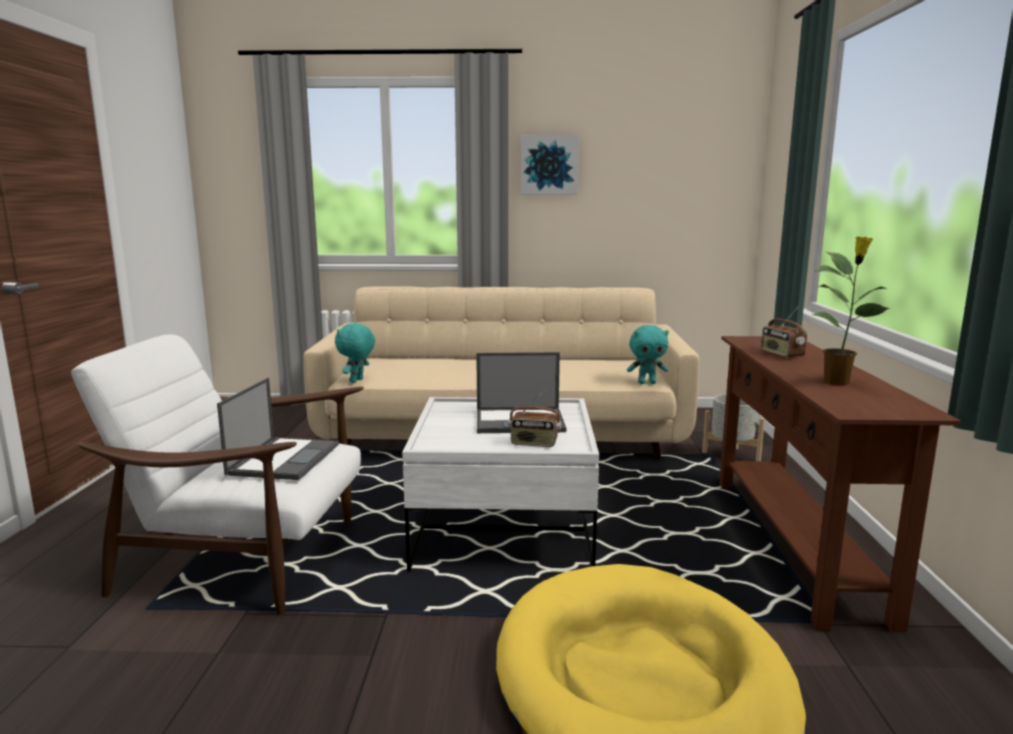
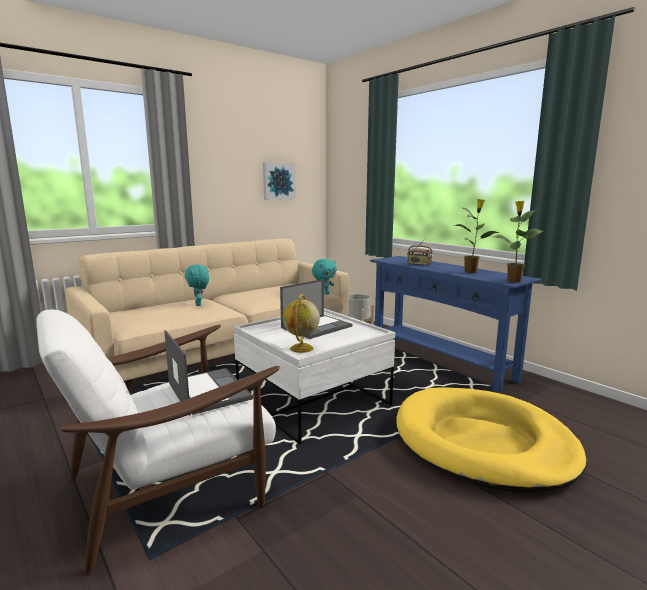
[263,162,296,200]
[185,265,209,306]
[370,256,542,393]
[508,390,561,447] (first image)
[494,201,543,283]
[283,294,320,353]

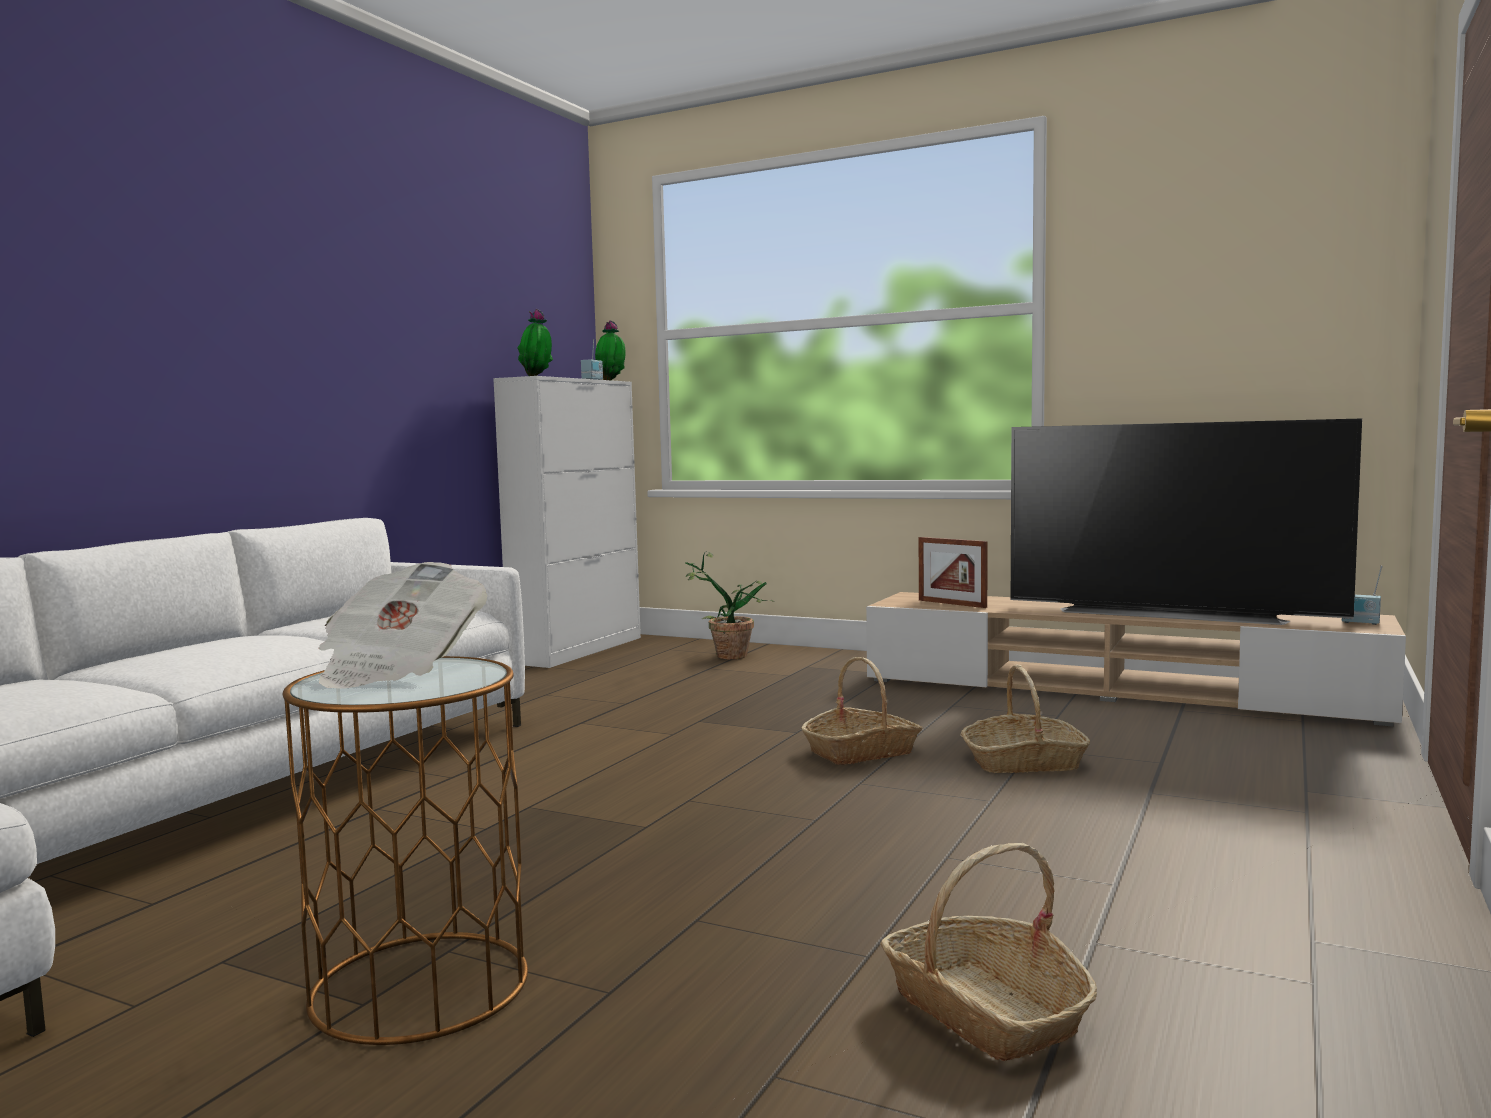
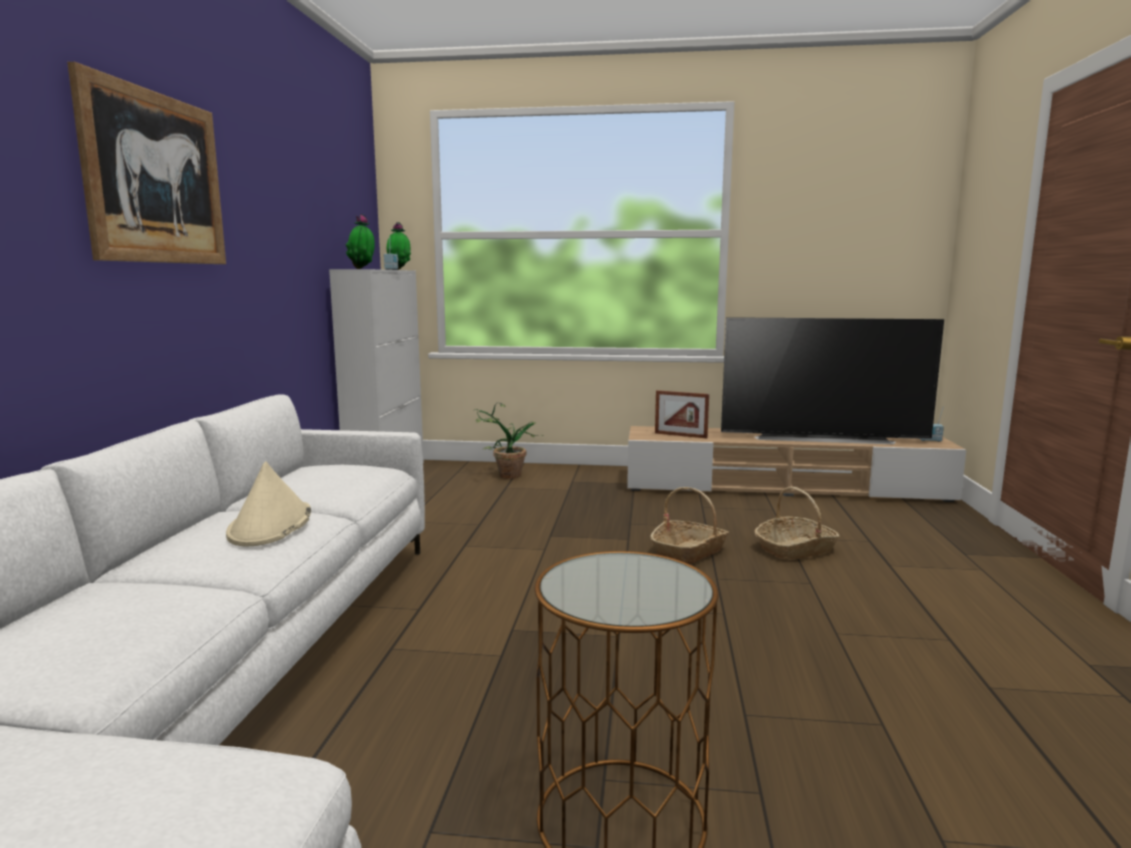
[318,562,488,689] (first image)
[880,843,1097,1061] (first image)
[67,62,226,264]
[226,461,311,546]

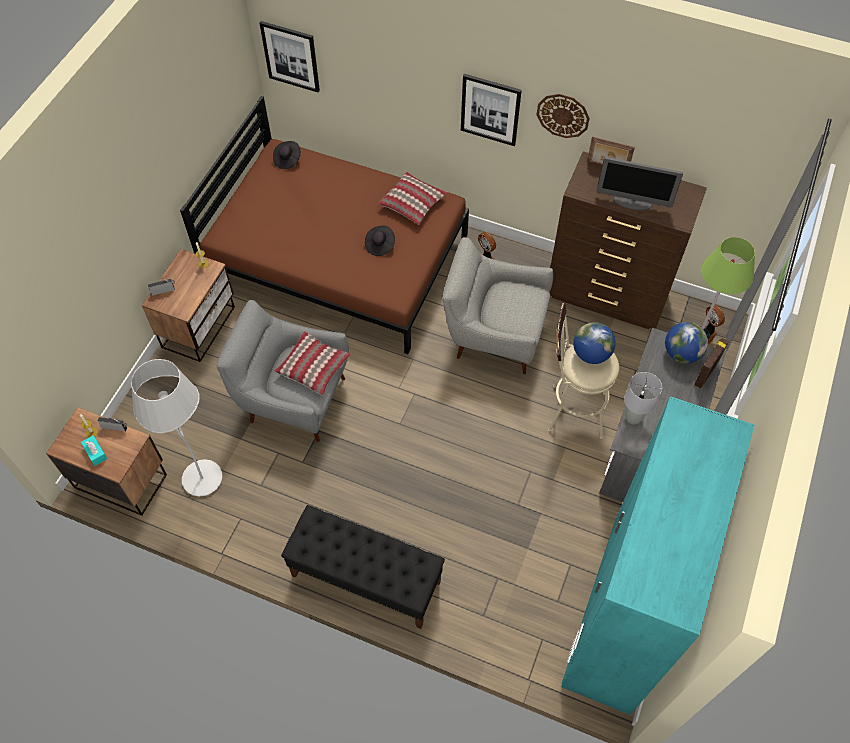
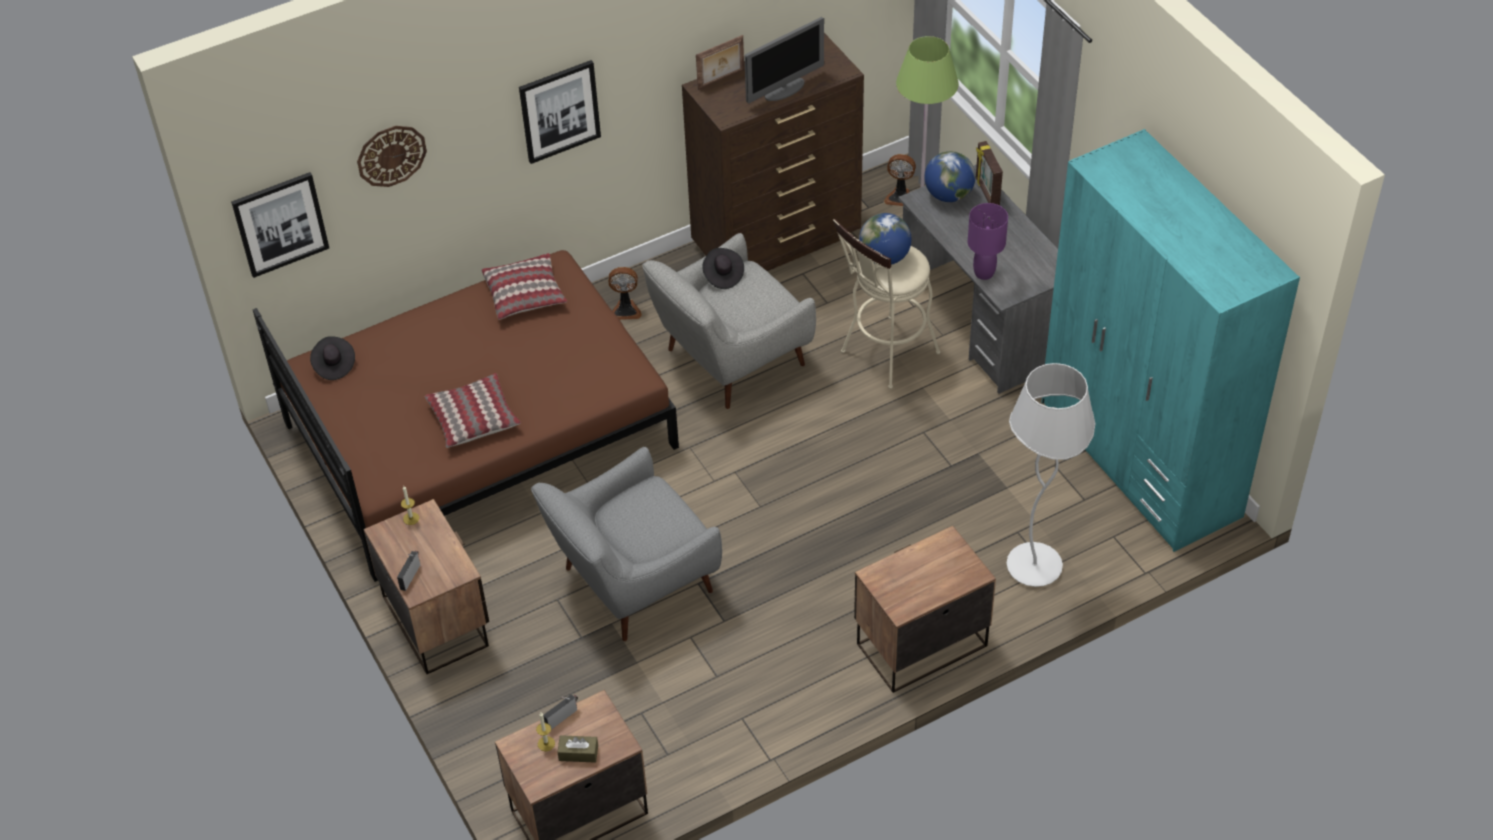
[357,126,427,187]
[702,248,744,289]
[425,373,521,448]
[1006,363,1095,587]
[968,203,1008,280]
[558,735,598,763]
[854,526,996,693]

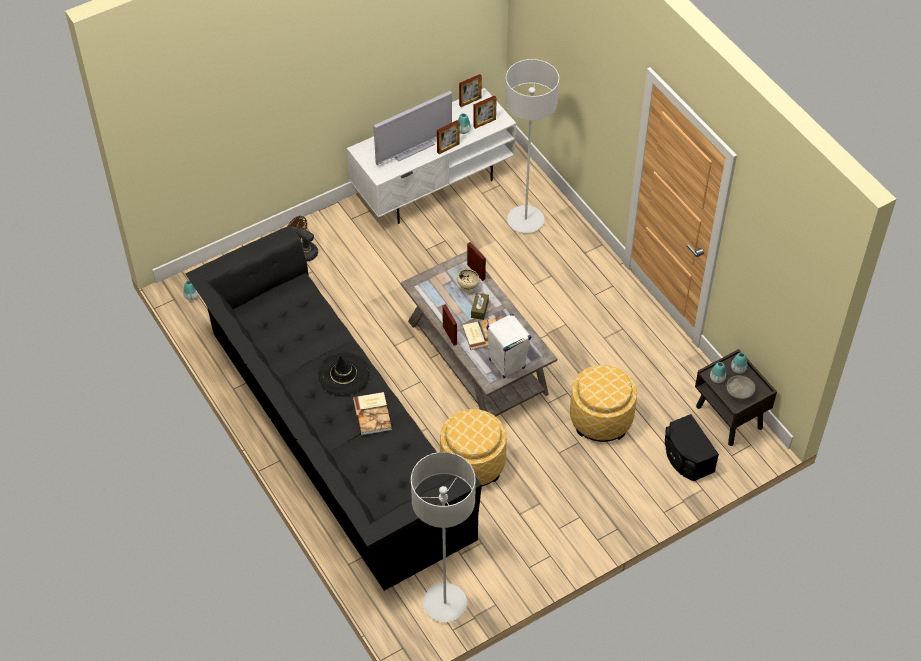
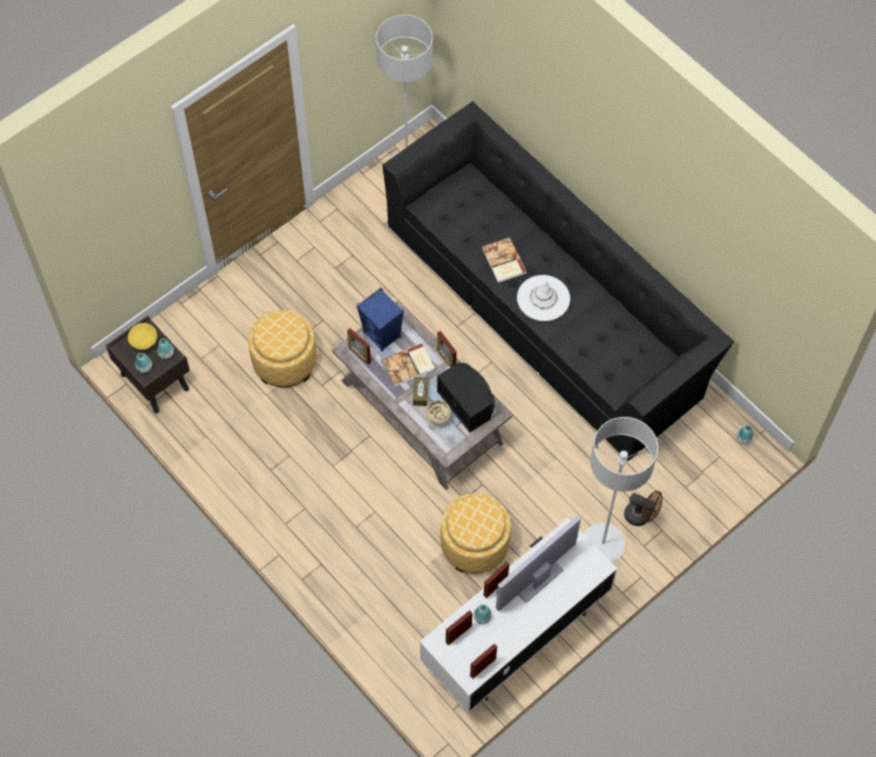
[584,417,658,562]
[347,328,371,365]
[356,288,404,351]
[517,275,570,321]
[128,323,157,350]
[440,493,511,574]
[437,363,495,432]

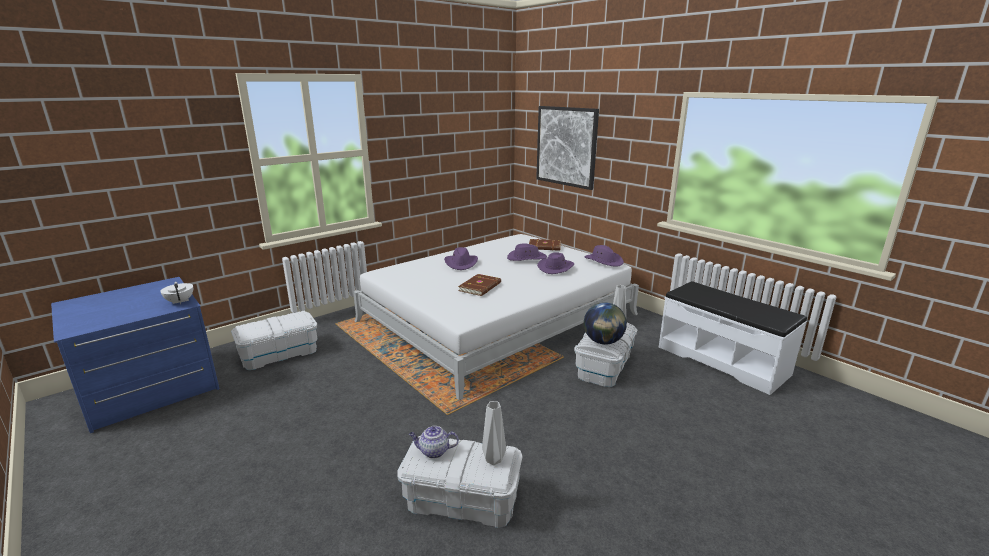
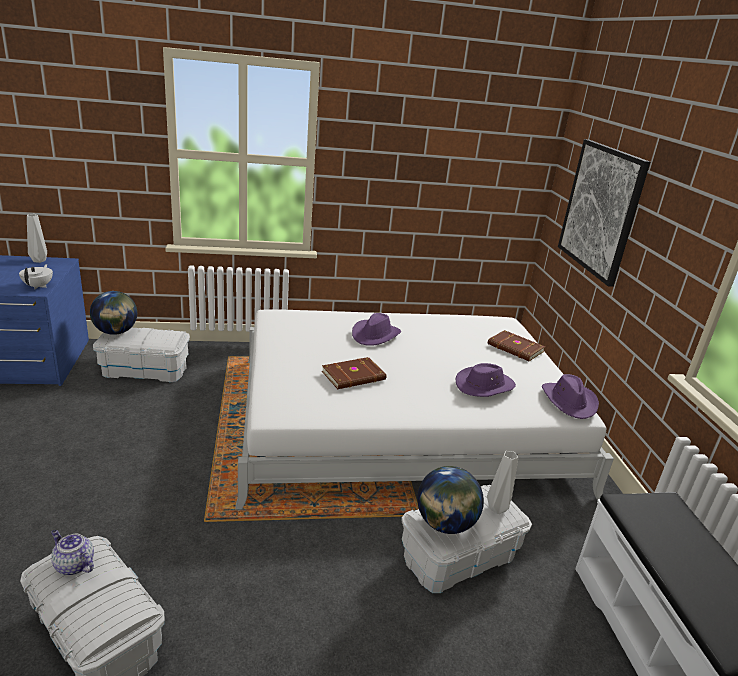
[507,243,547,261] (first image)
[27,214,47,263]
[90,291,137,335]

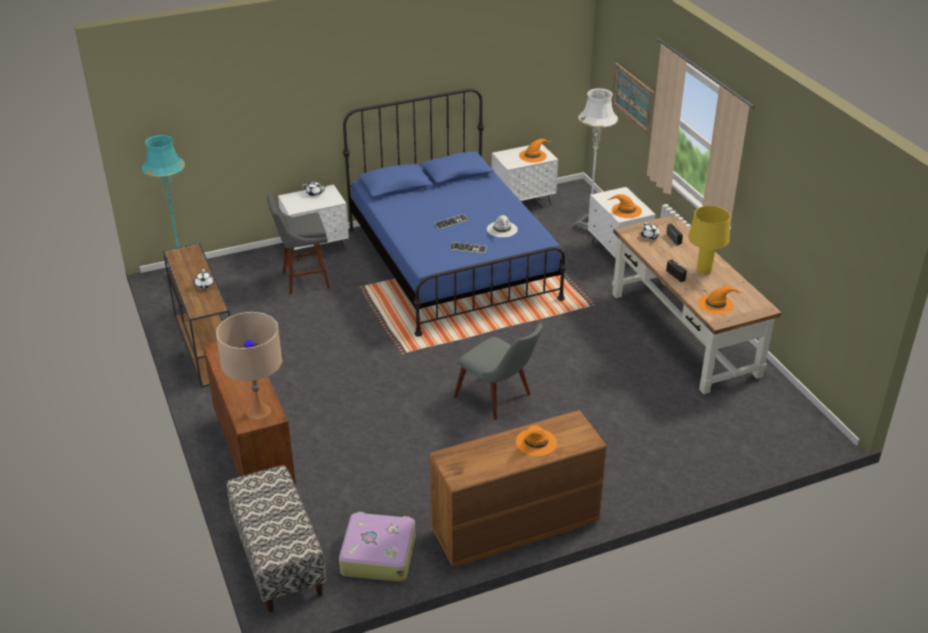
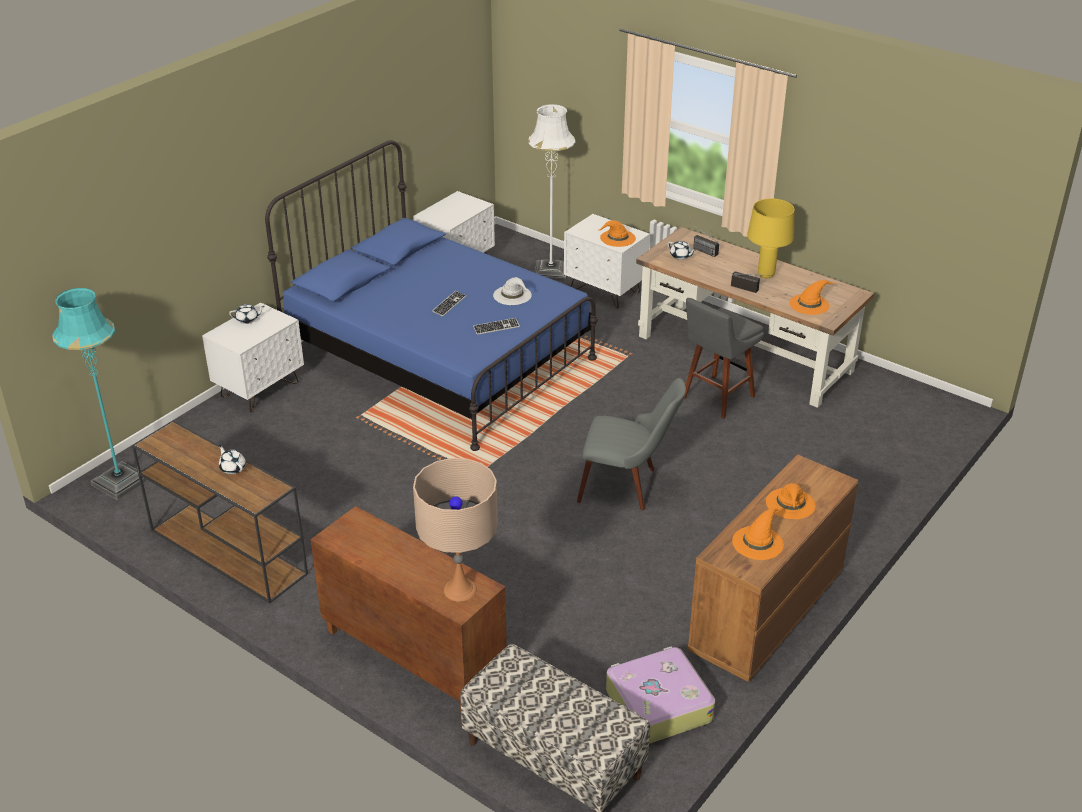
[612,63,654,135] (first image)
[732,506,784,560]
[684,298,764,419]

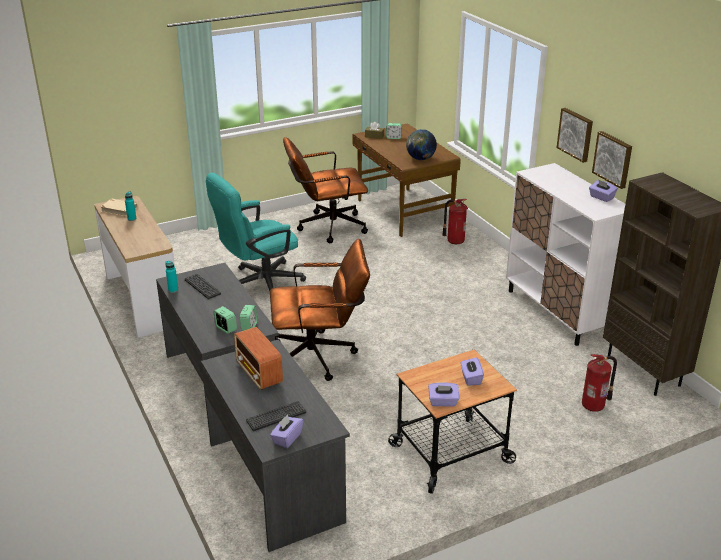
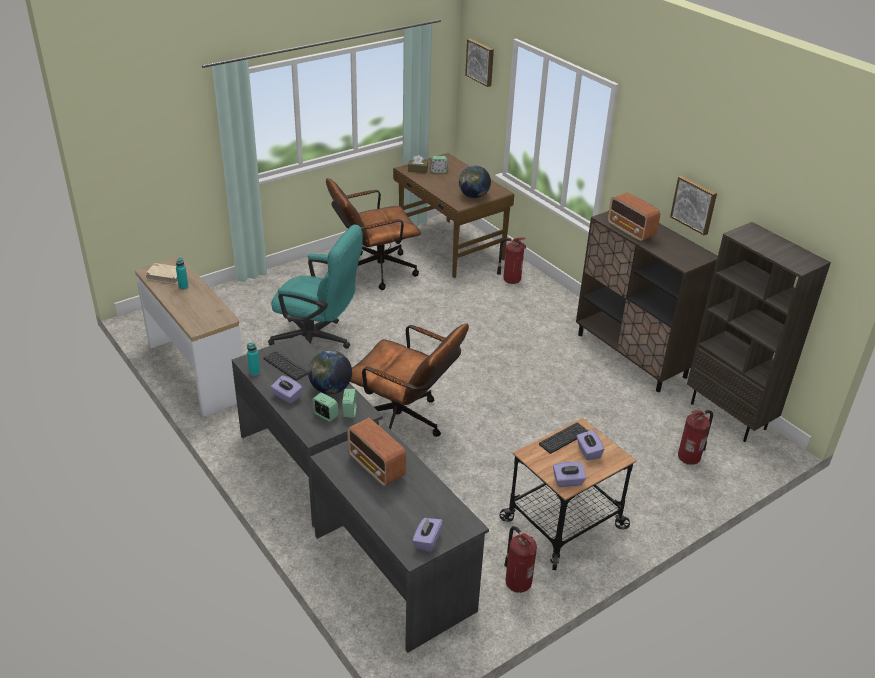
[465,39,494,87]
[576,211,718,392]
[268,225,363,349]
[271,375,303,404]
[350,323,469,437]
[539,422,588,454]
[608,192,660,242]
[308,350,352,394]
[504,526,537,593]

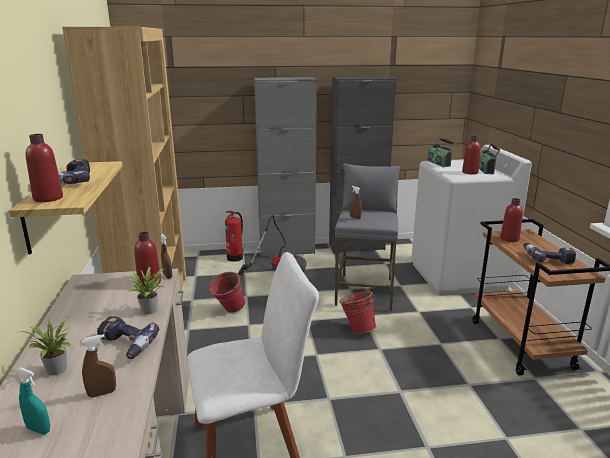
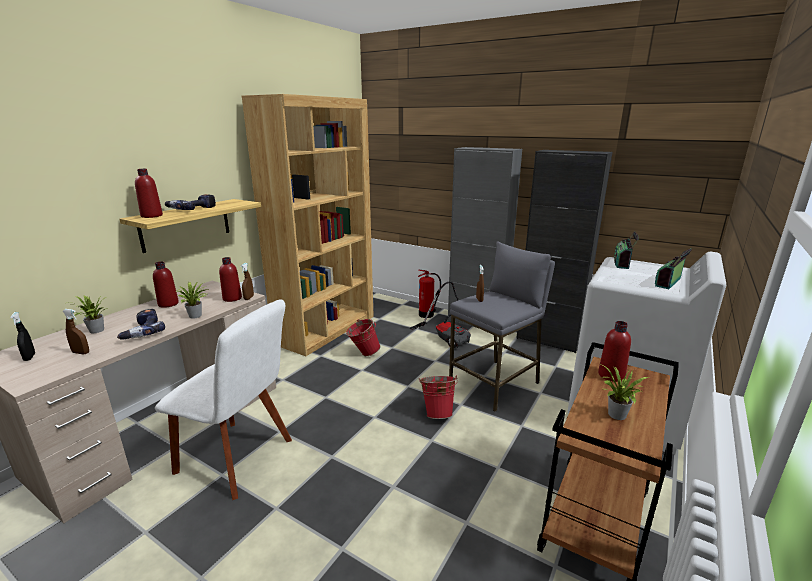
[153,262,179,308]
[601,364,648,420]
[10,312,35,361]

